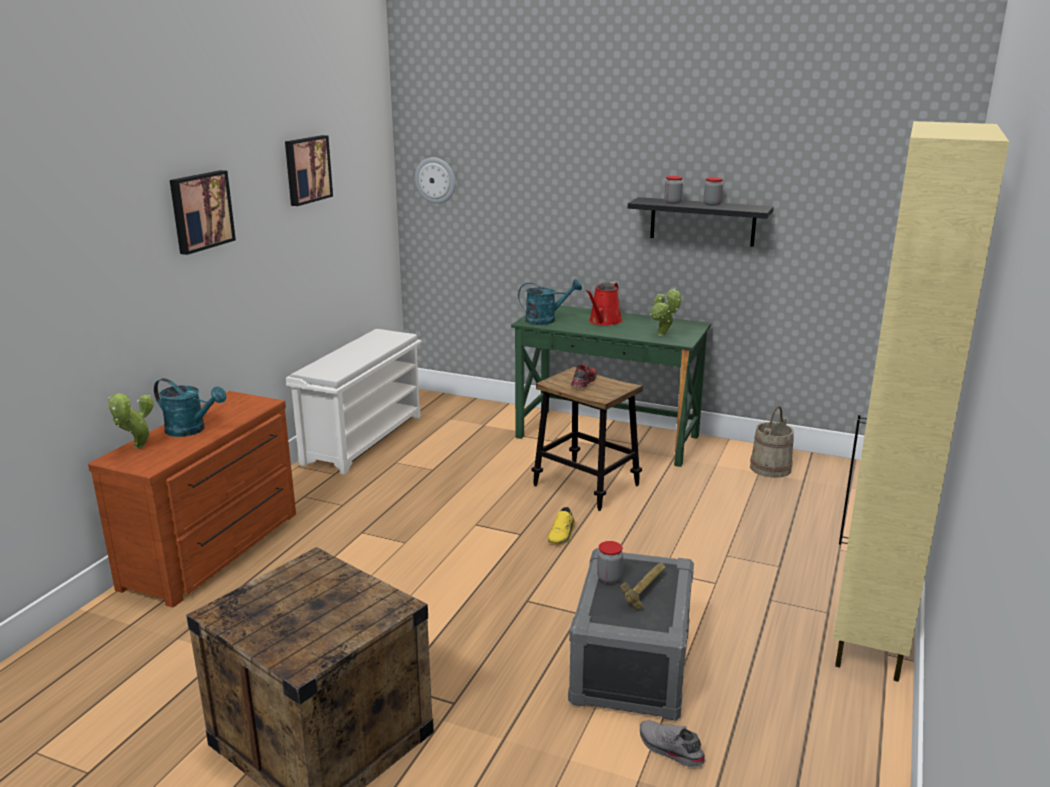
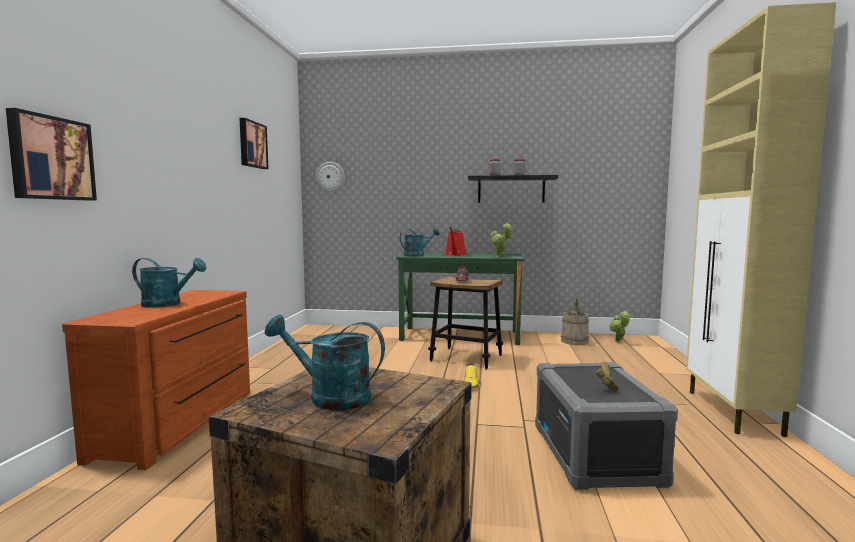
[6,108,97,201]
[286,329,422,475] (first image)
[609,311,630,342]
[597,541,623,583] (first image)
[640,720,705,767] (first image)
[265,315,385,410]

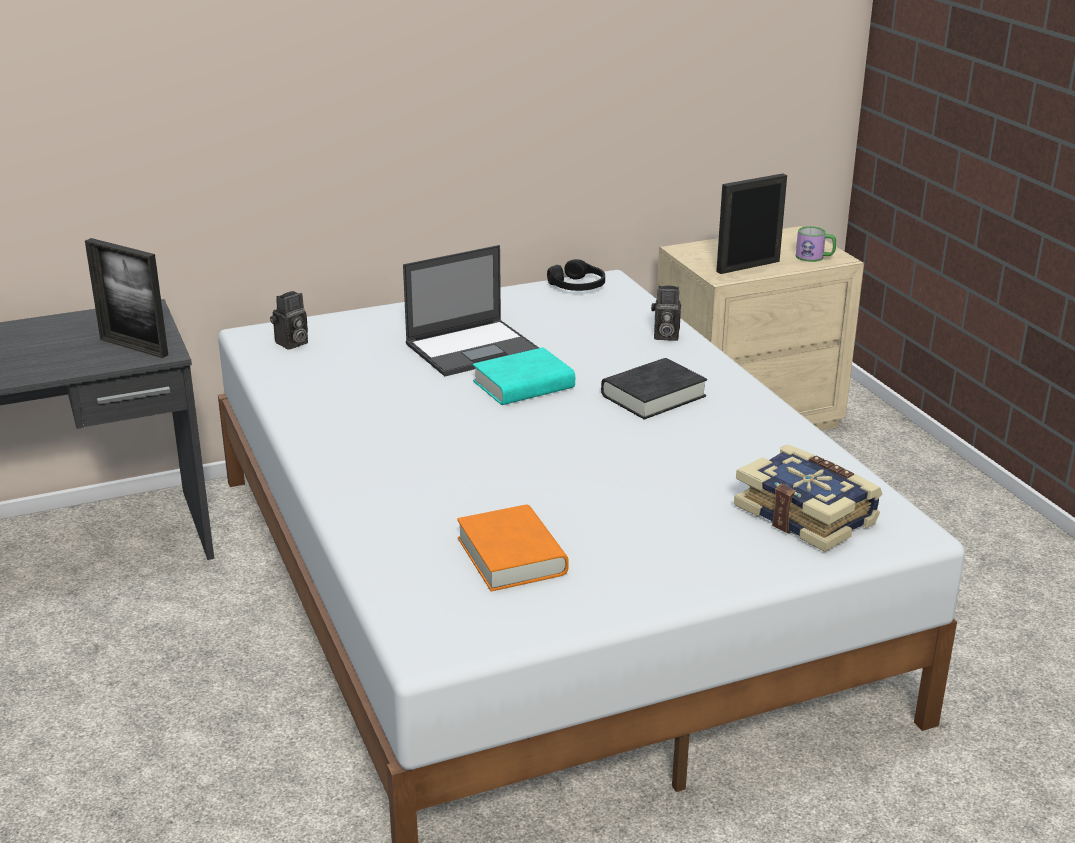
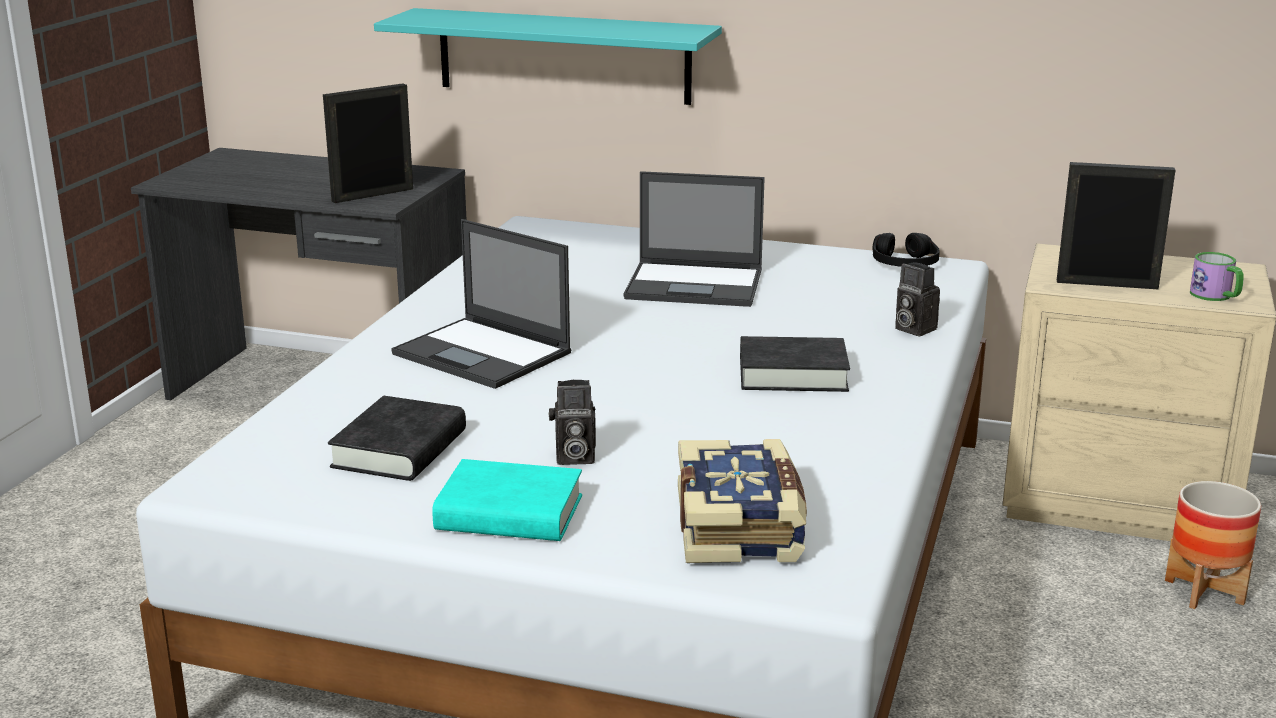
[323,83,413,203]
[549,380,596,465]
[432,459,582,541]
[328,396,466,481]
[374,8,722,105]
[391,219,571,389]
[1165,481,1261,609]

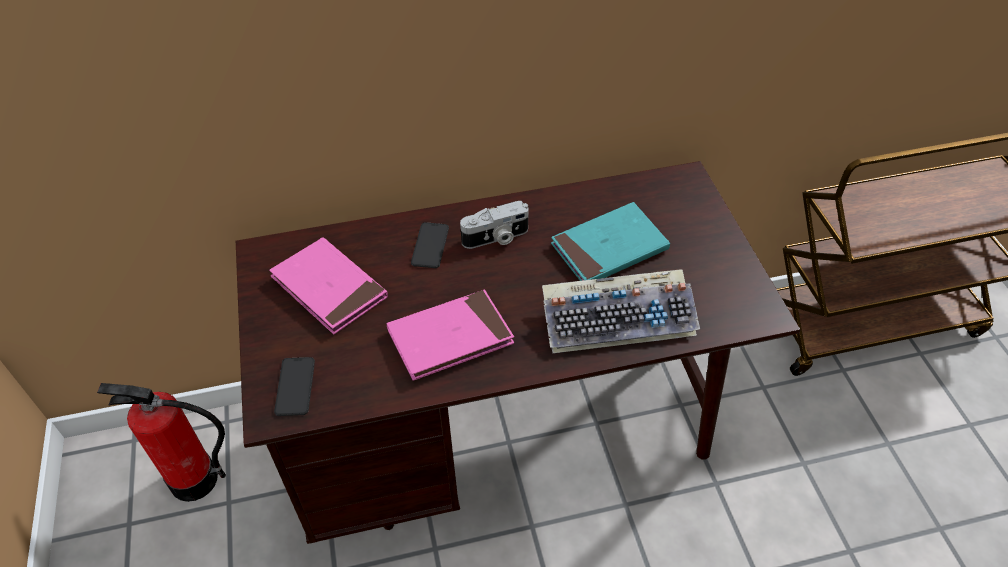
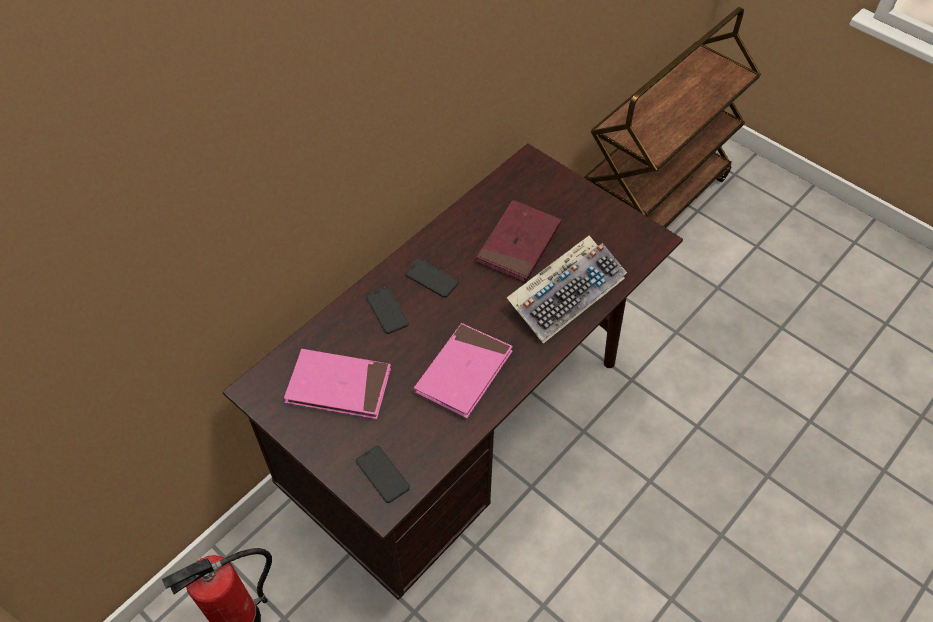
[406,259,459,298]
[476,200,561,283]

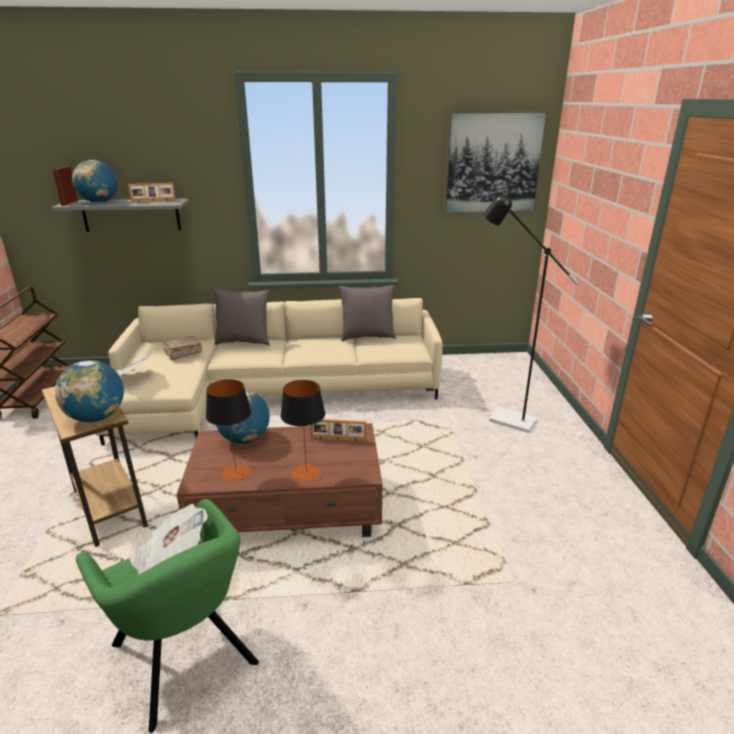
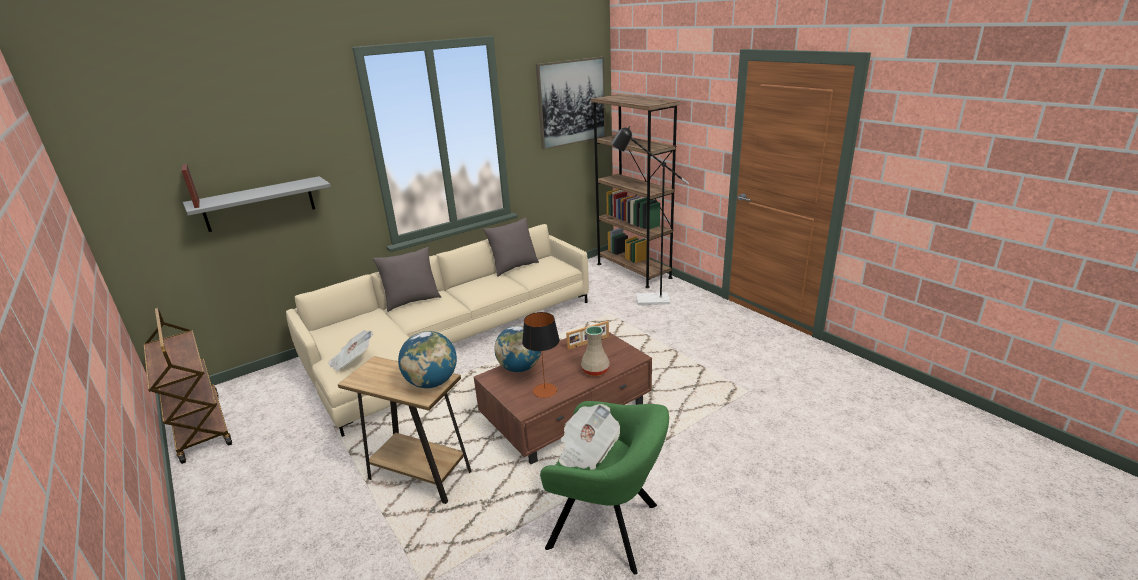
[72,160,117,203] (first image)
[128,183,176,202] (first image)
[163,336,202,361] (first image)
[581,326,610,376]
[591,94,680,288]

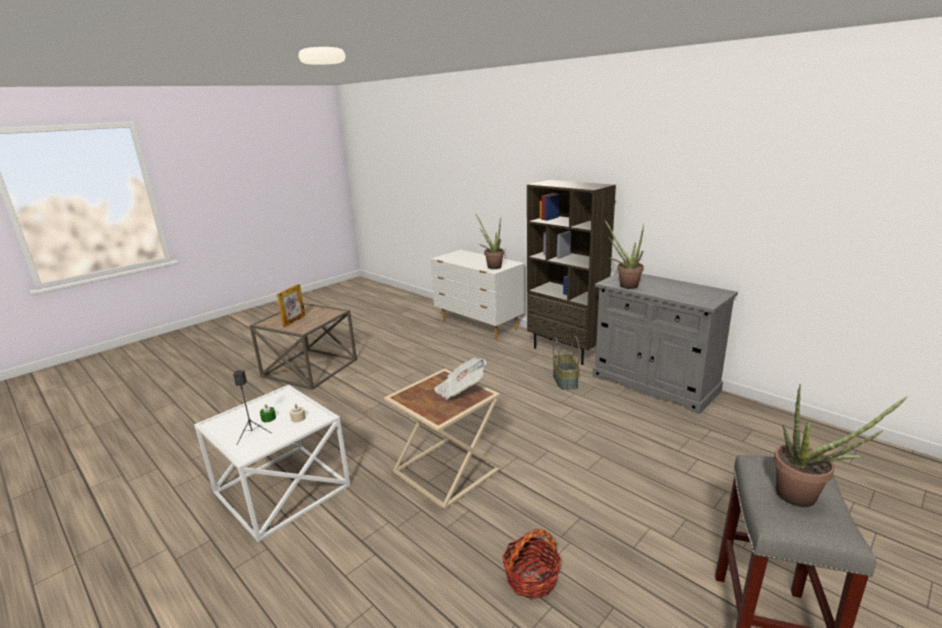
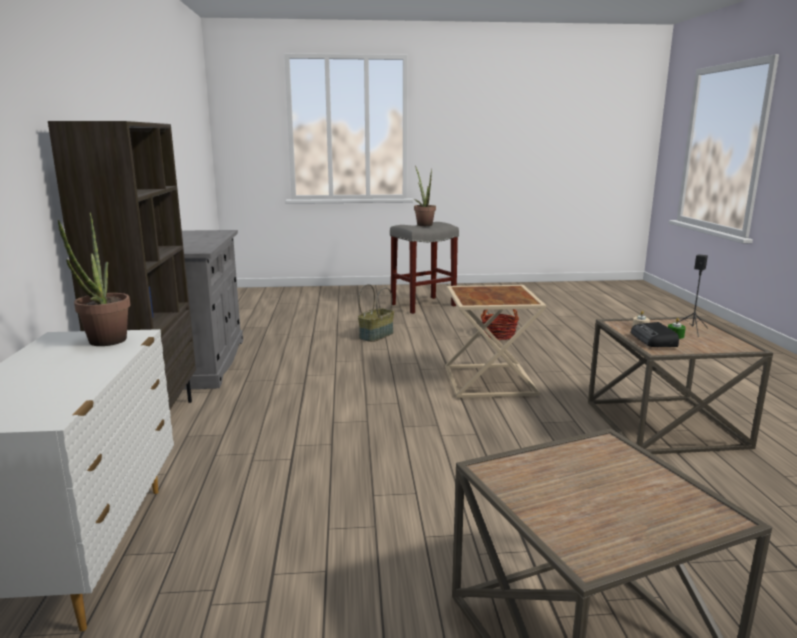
[604,219,644,289] (first image)
[277,284,305,327] (first image)
[358,284,394,342]
[434,358,487,400] (first image)
[588,316,773,454]
[631,322,679,347]

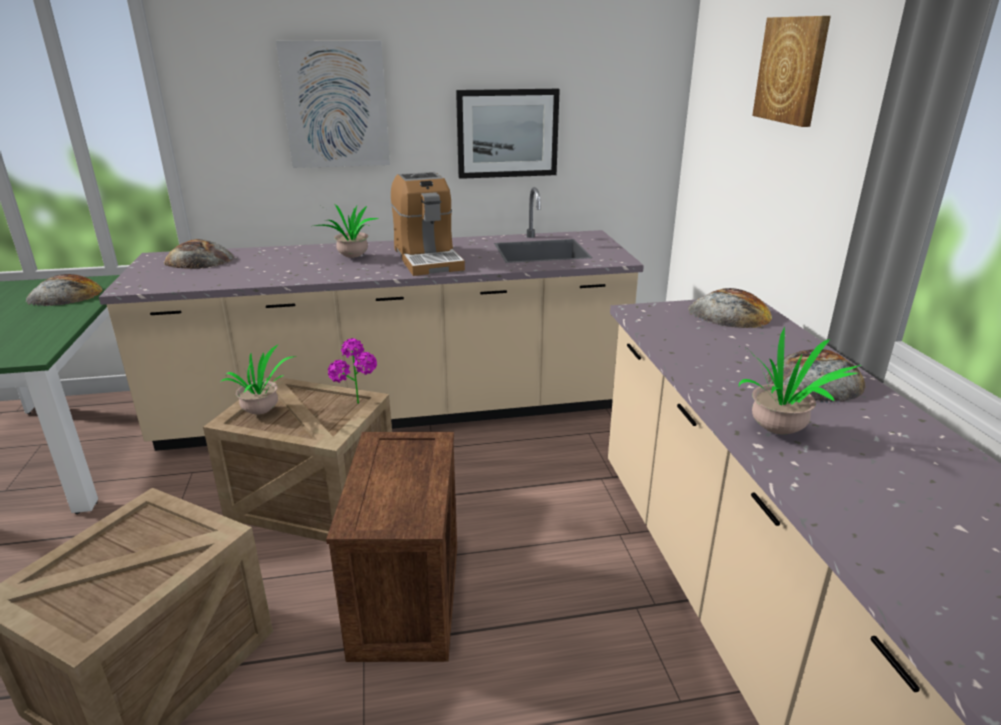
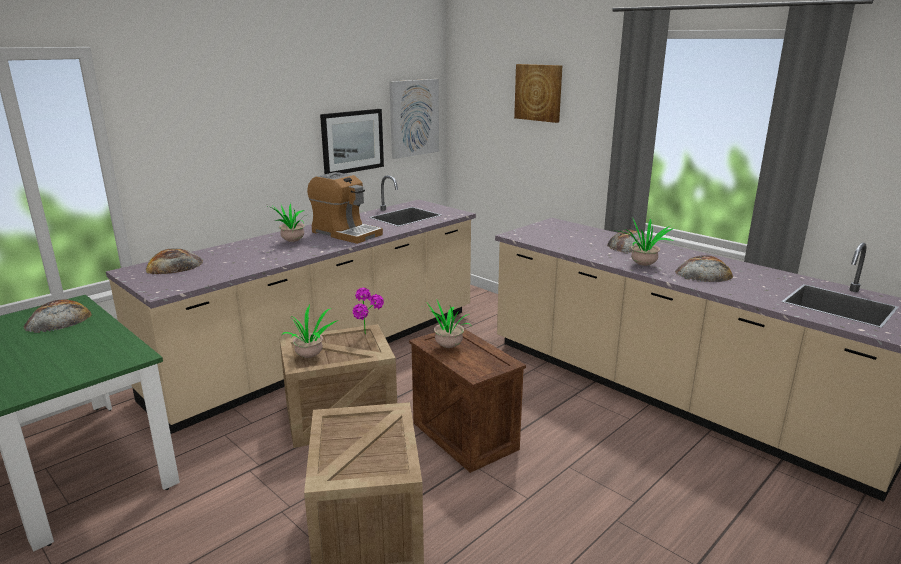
[389,79,439,159]
[675,255,733,282]
[425,300,471,348]

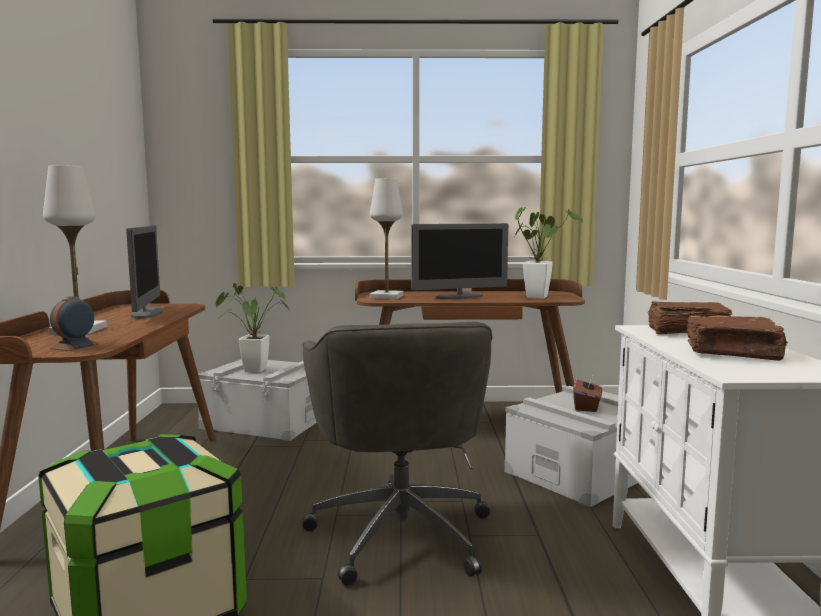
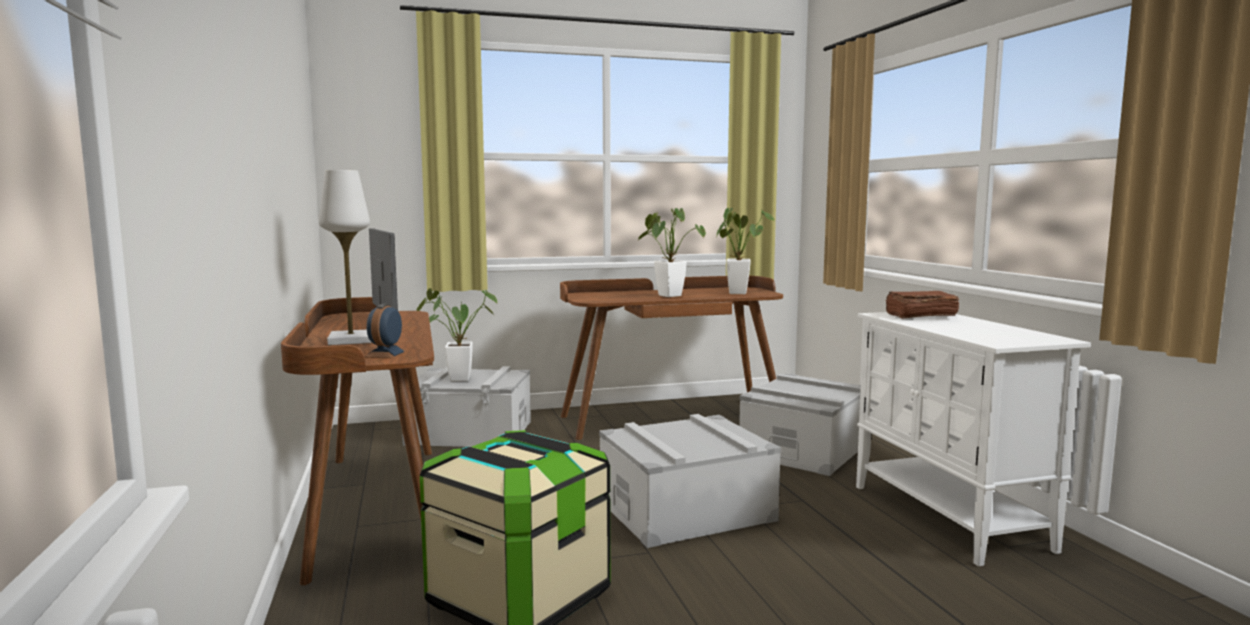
[370,178,404,299] (first image)
[638,208,706,297]
[686,316,788,361] (first image)
[599,414,781,548]
[573,374,602,412] (first image)

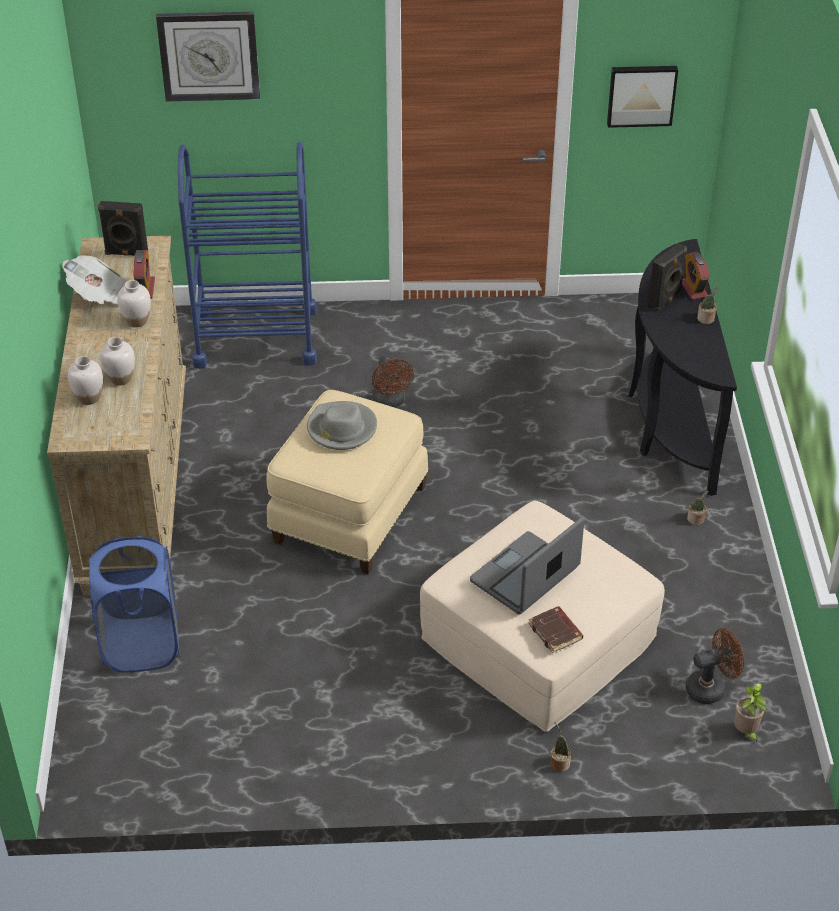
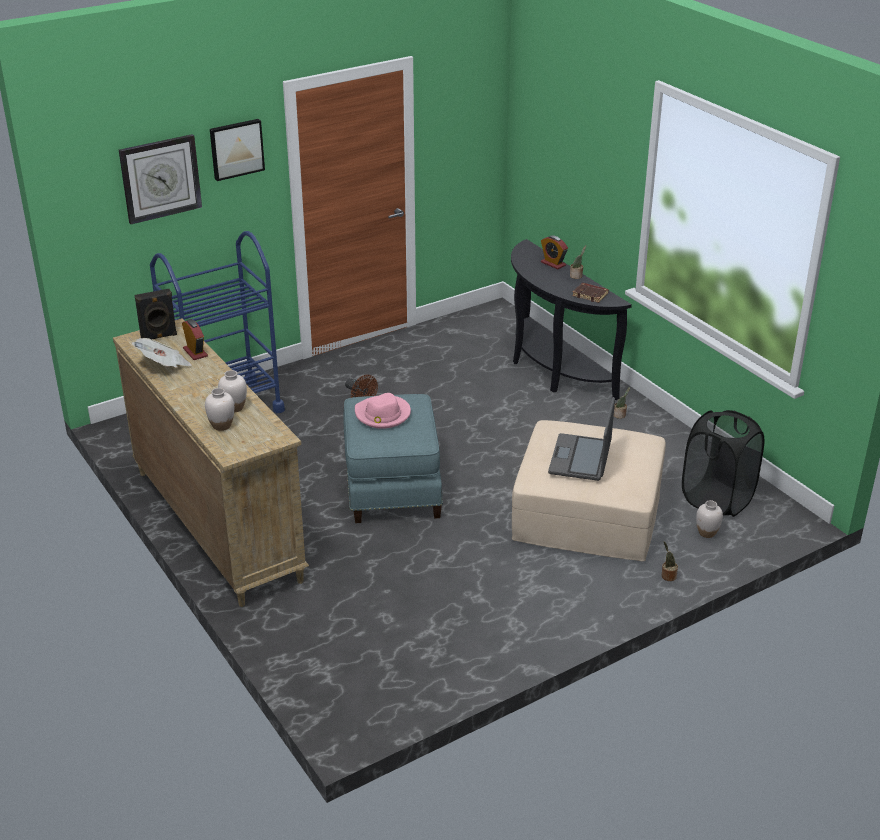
[210,119,265,181]
[648,243,687,312] (first image)
[696,500,723,538]
[344,394,443,523]
[355,393,411,429]
[89,536,180,673] (first image)
[572,283,609,303]
[682,410,764,517]
[734,683,766,743] (first image)

